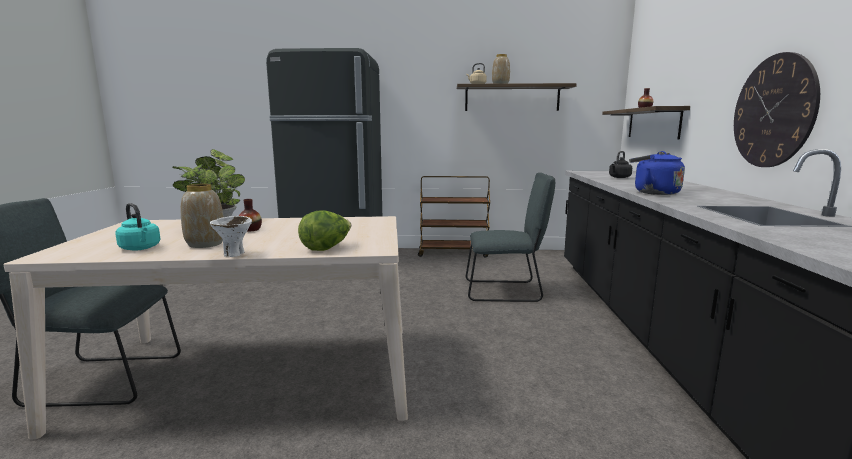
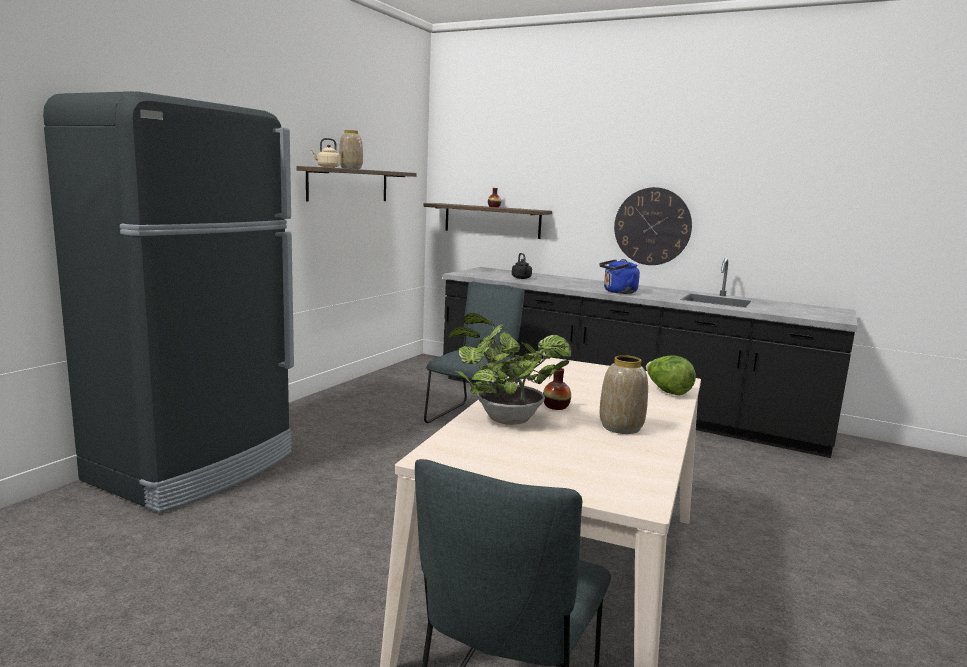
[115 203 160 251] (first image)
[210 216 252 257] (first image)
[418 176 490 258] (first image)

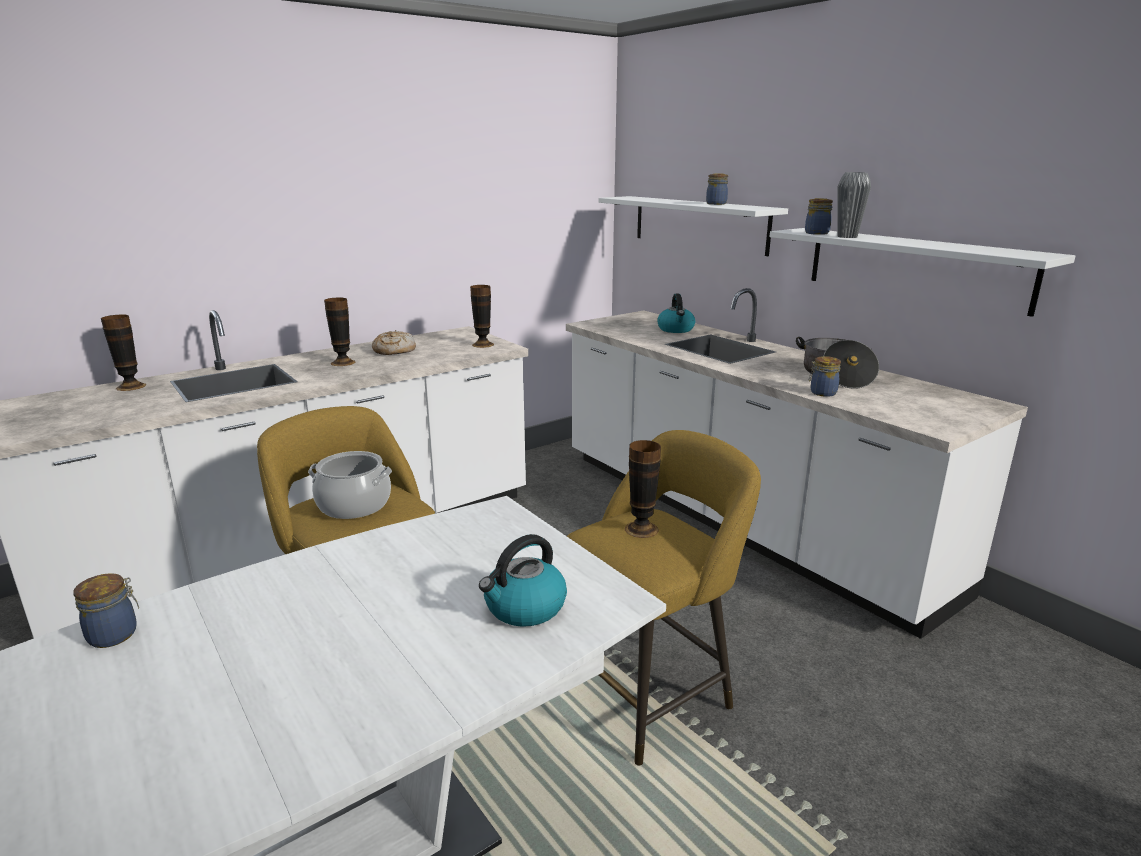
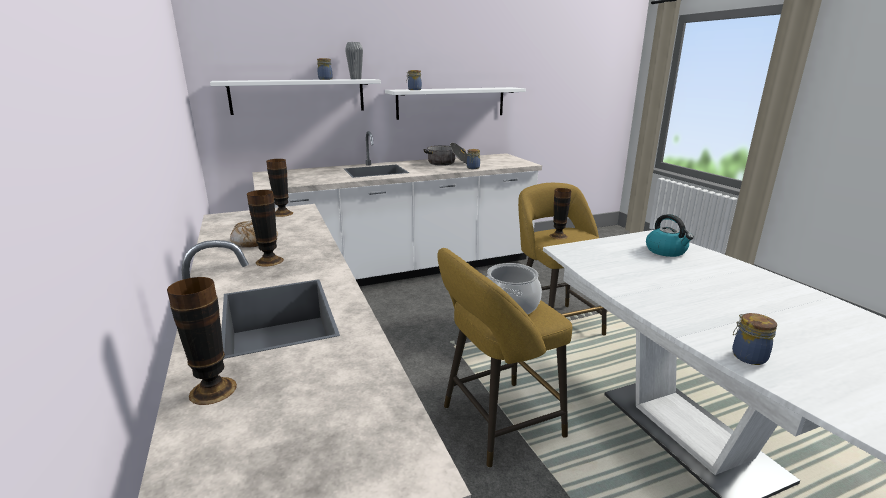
[657 294 695 333] (first image)
[345 42 363 79]

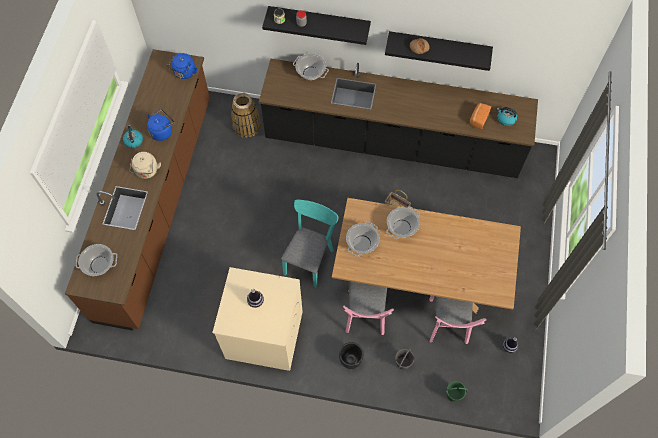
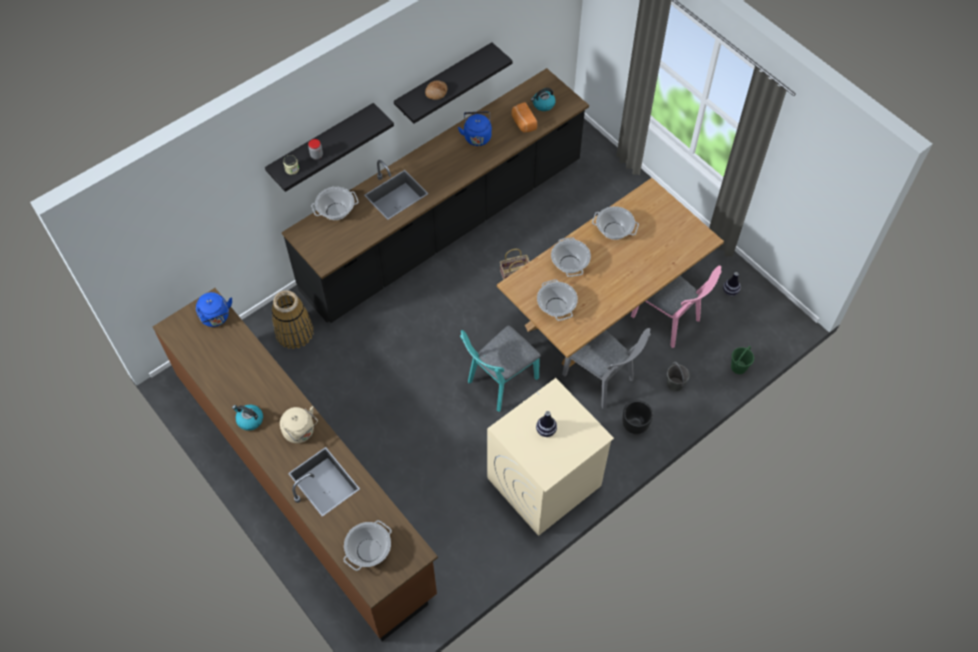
[592 206 639 240]
[458 111 492 146]
[562 328 651 409]
[460 326 541 412]

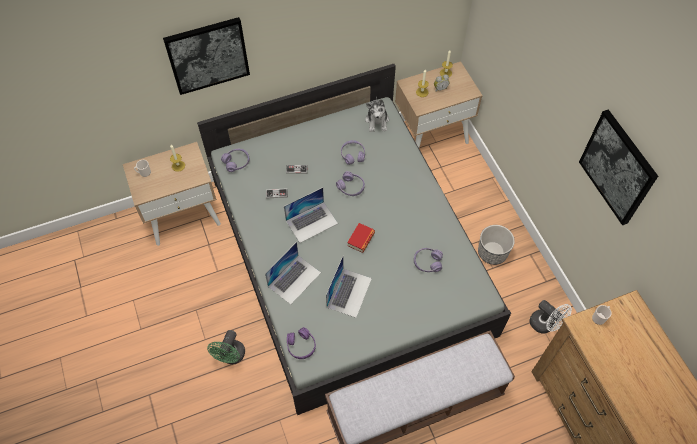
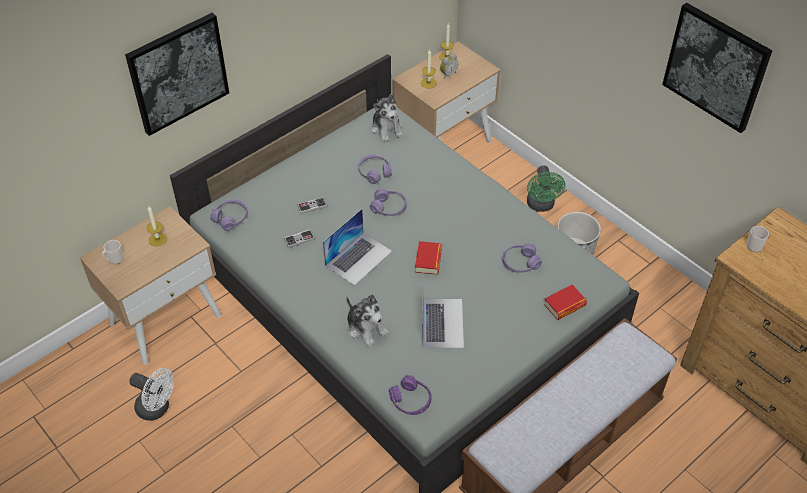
[544 285 587 320]
[527 165 565 212]
[130 368 174 421]
[346 294 389 347]

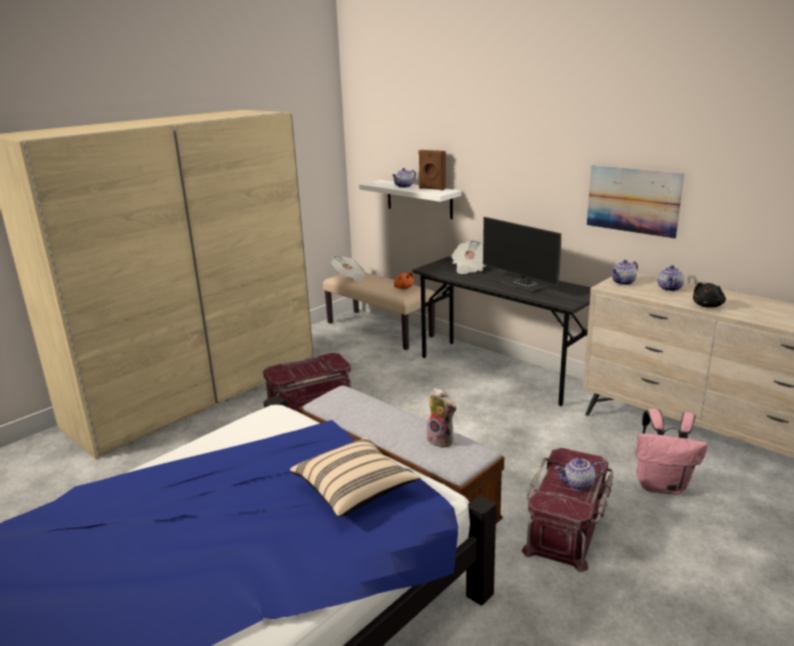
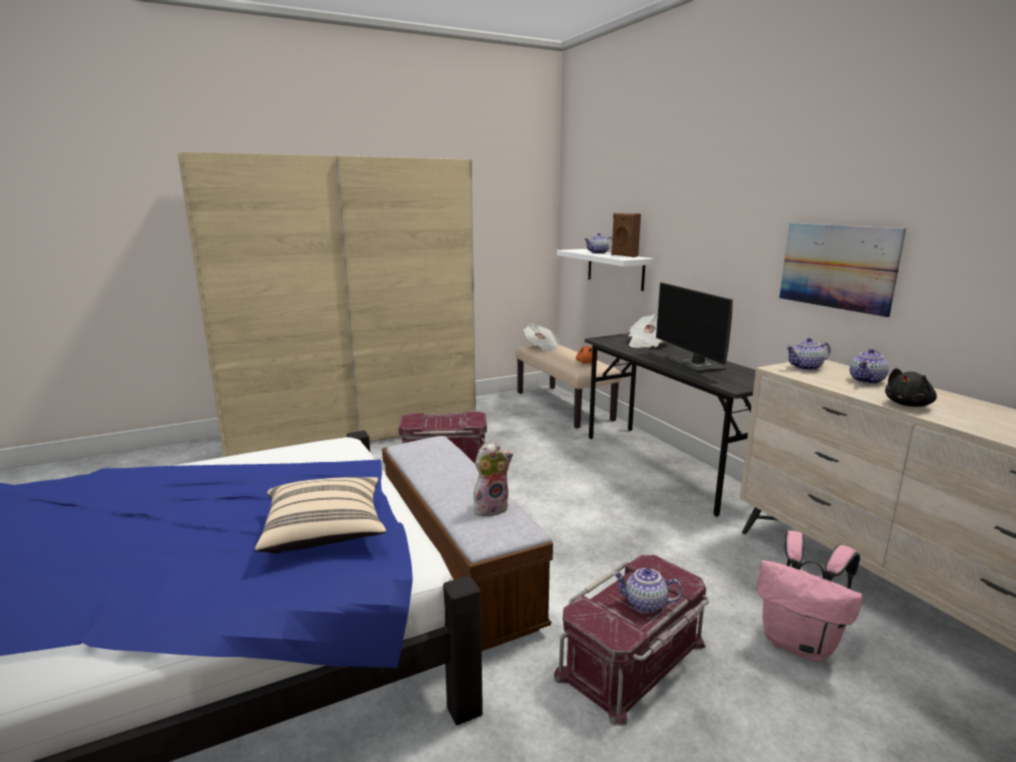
[474 442 513 516]

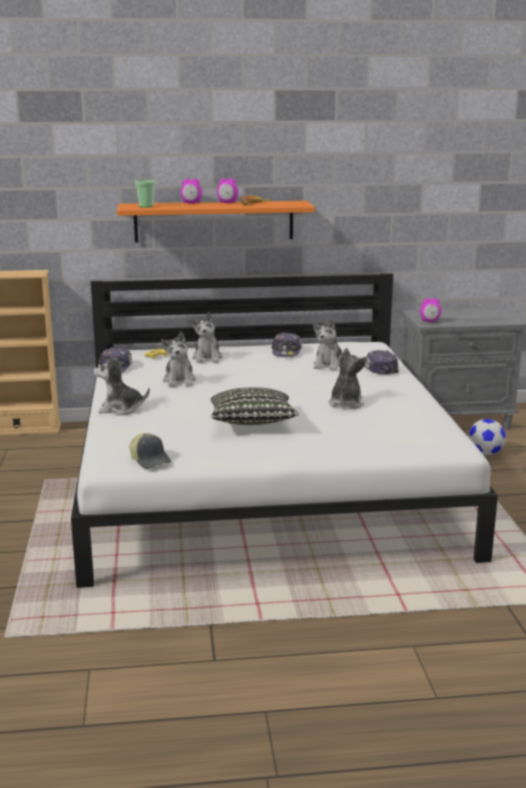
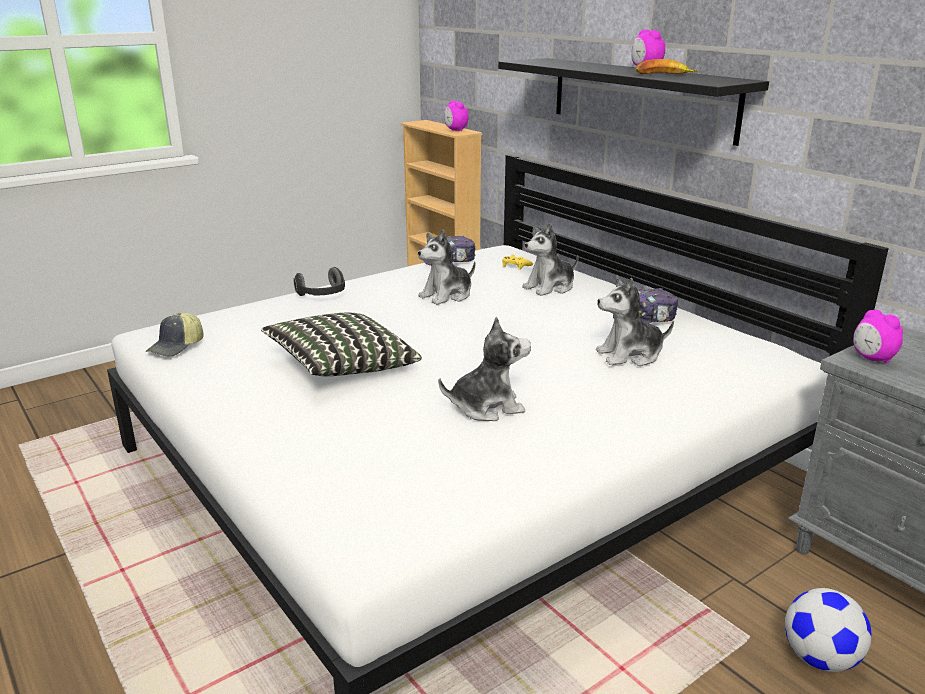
[135 180 155 208] (first image)
[364 350 399 375] (first image)
[444 101 468 131]
[293 267 345 296]
[498 58 769 146]

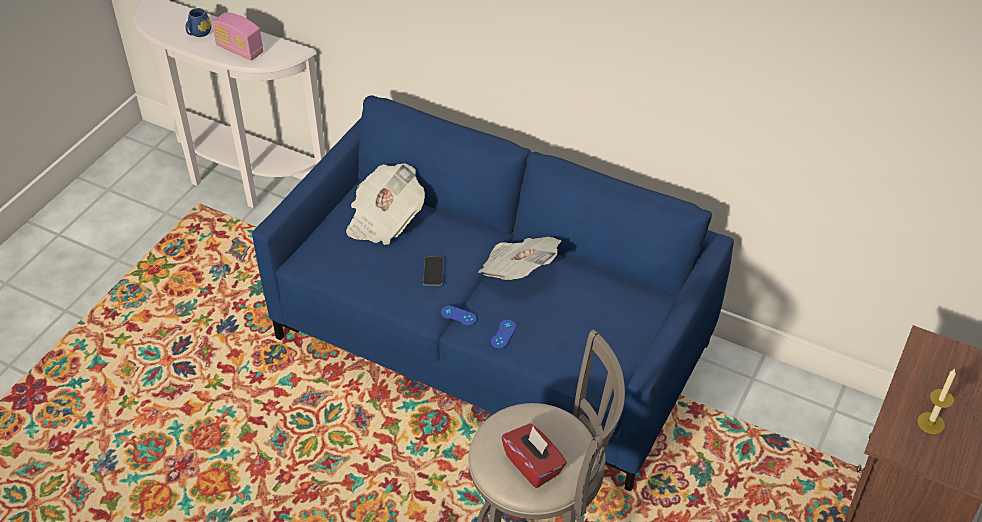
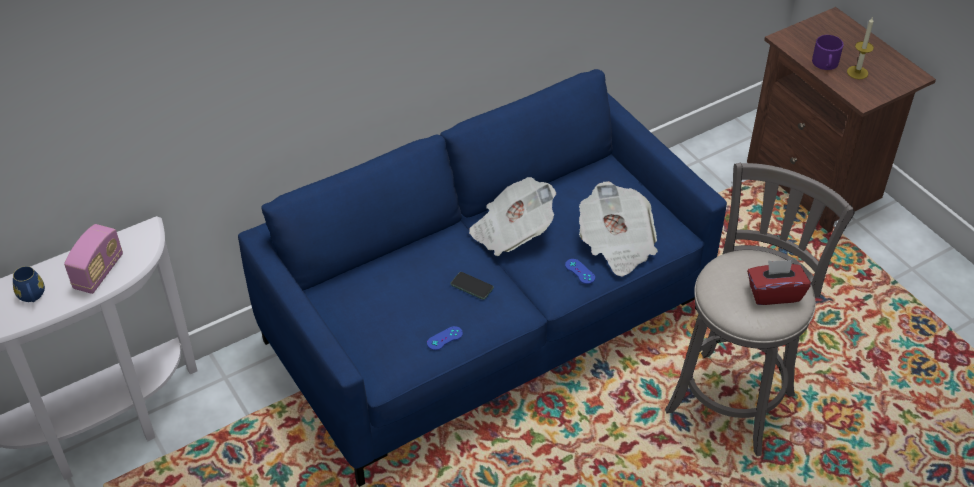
[812 35 844 70]
[579 181 658 277]
[427 326 463 350]
[64 224 123 294]

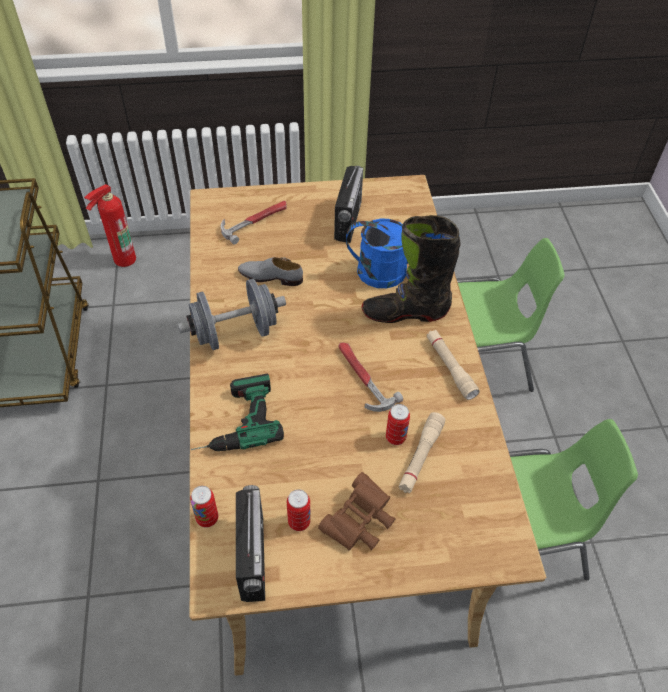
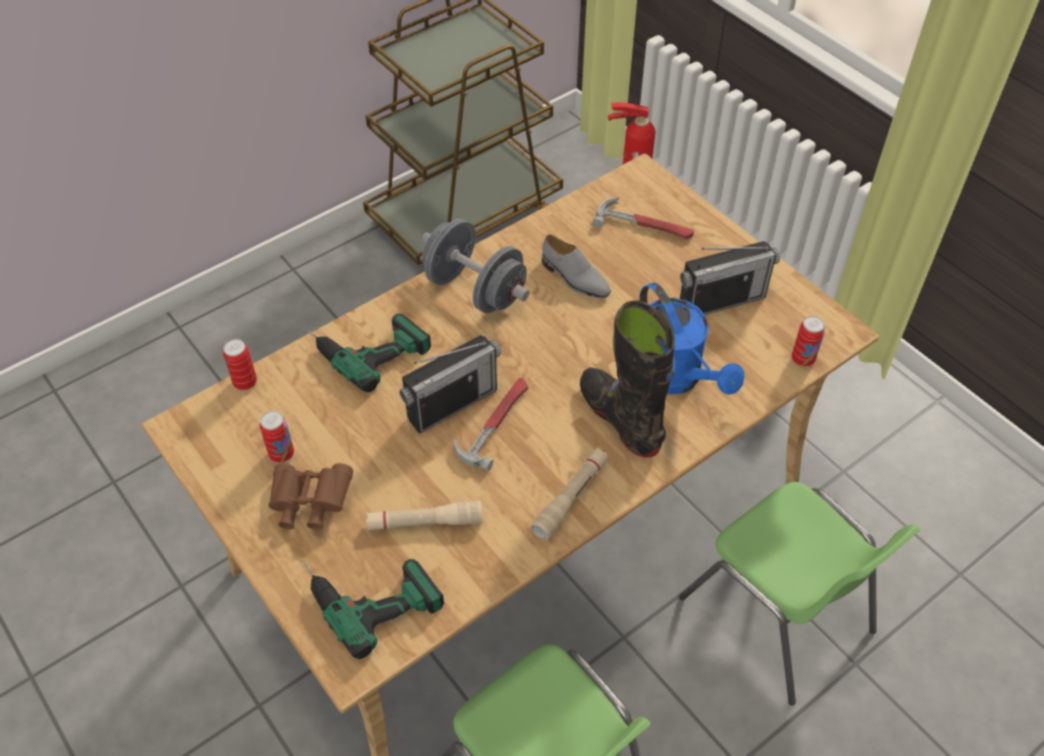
[302 559 444 659]
[399 335 501 434]
[792 316 825 367]
[542 234 611 298]

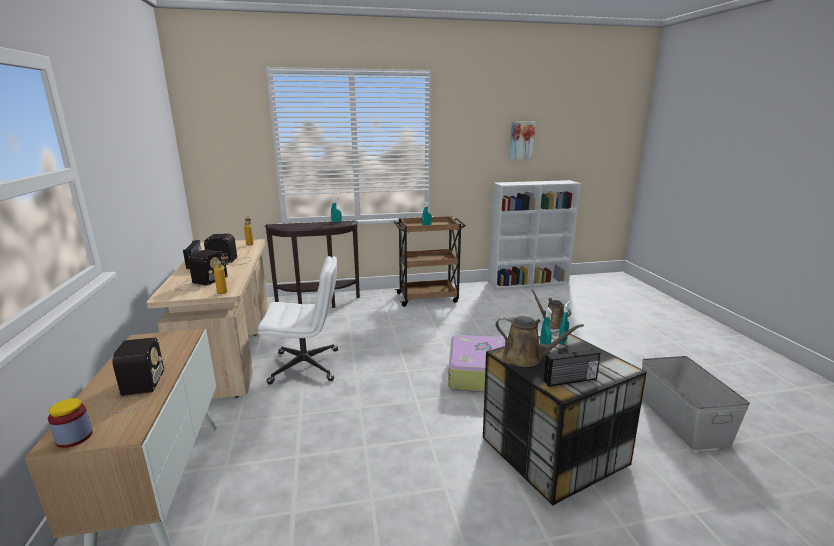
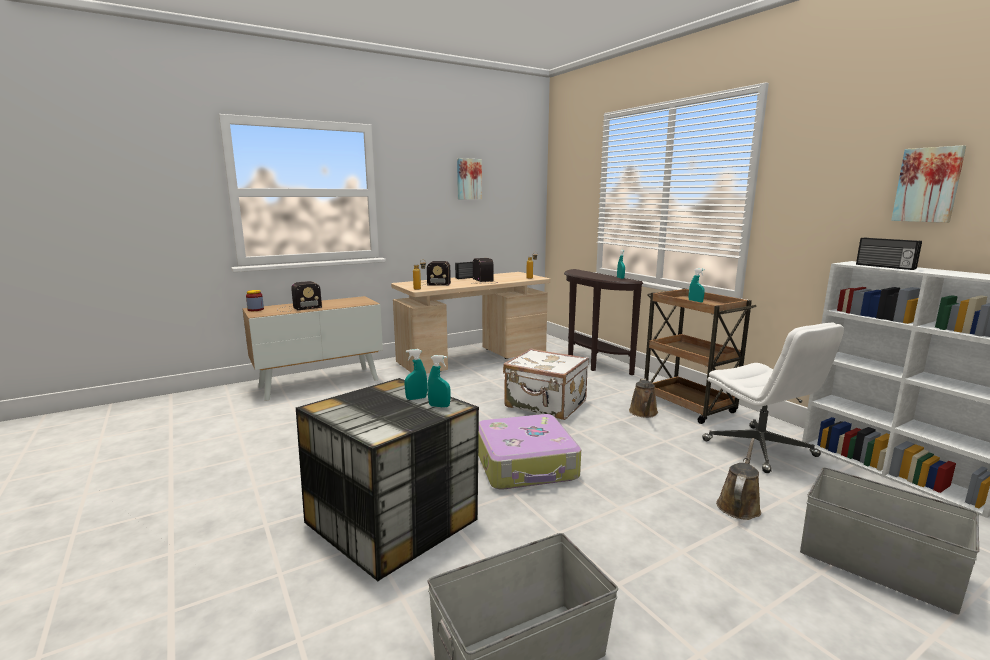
[457 158 482 199]
[503 348 589 420]
[800 467 979 615]
[702 323 844 473]
[629 378 658 418]
[856 238 922 270]

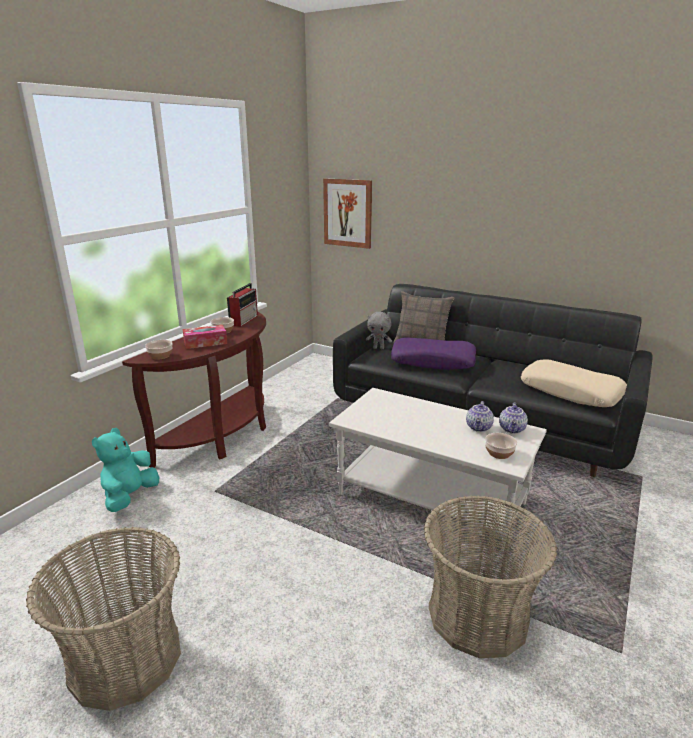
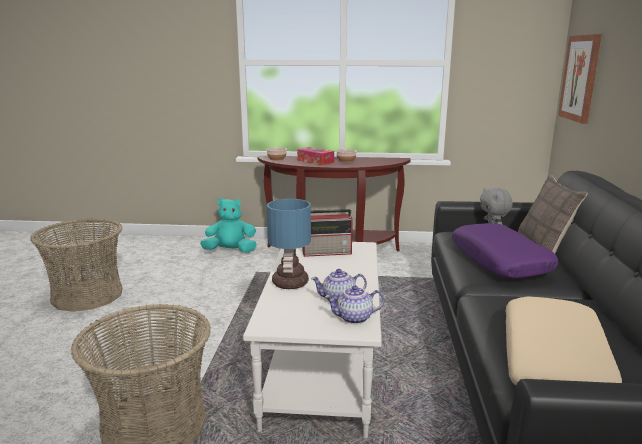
[485 433 517 459] (first image)
[267 199 311 289]
[303 209 354 257]

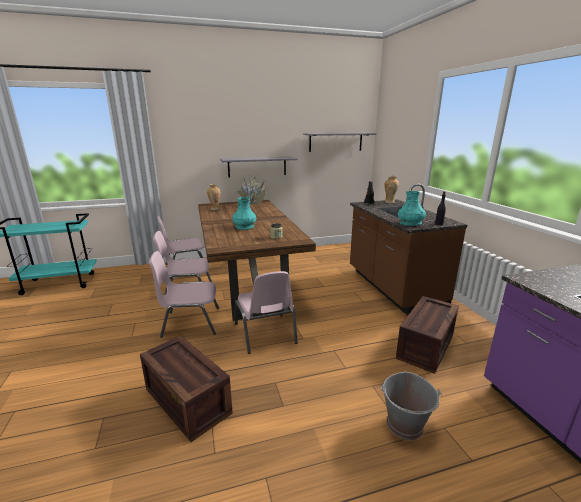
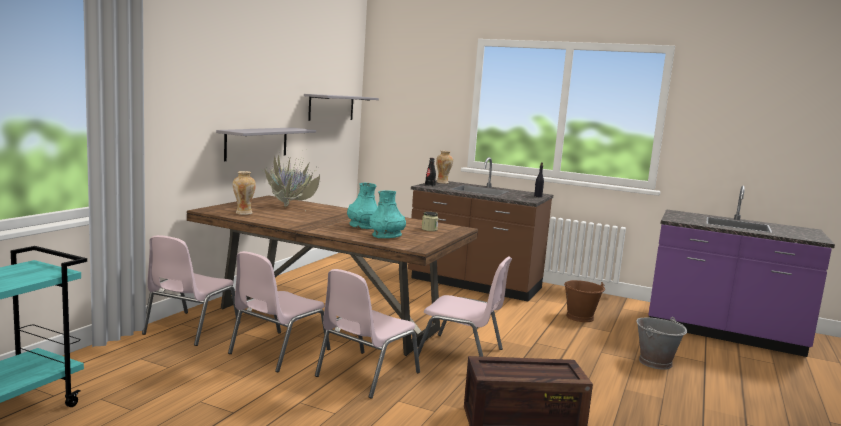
[369 191 406 238]
[564 280 605 322]

